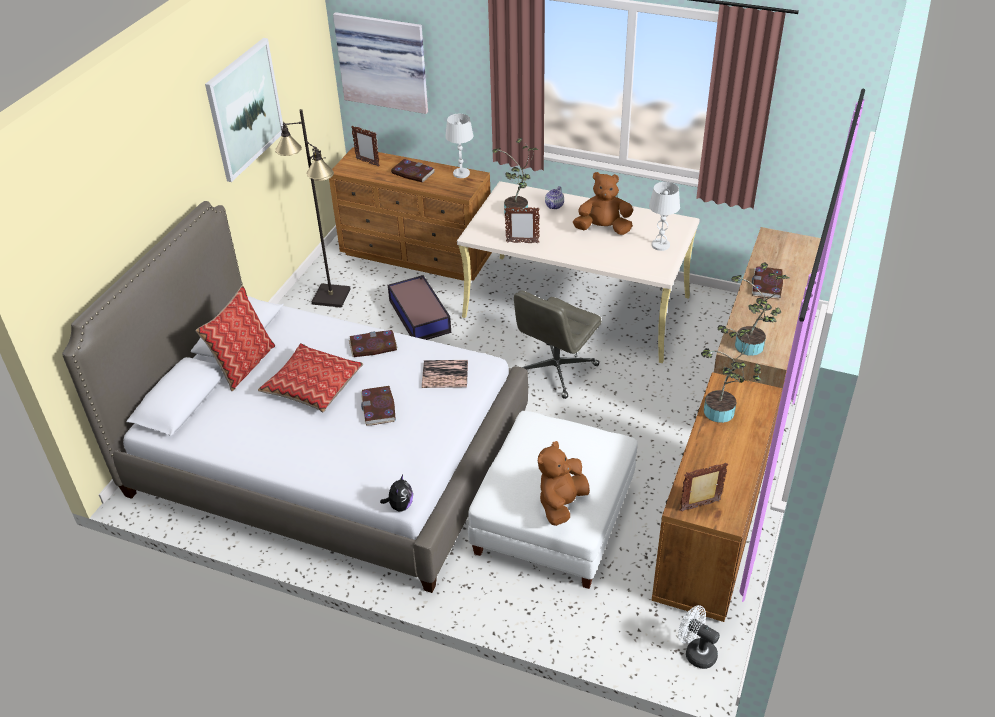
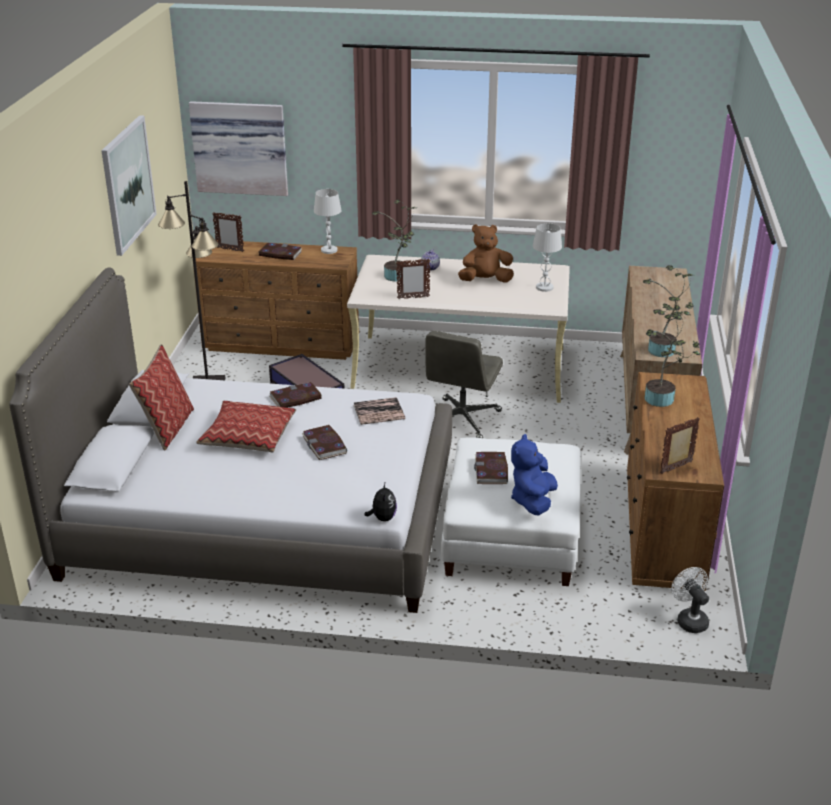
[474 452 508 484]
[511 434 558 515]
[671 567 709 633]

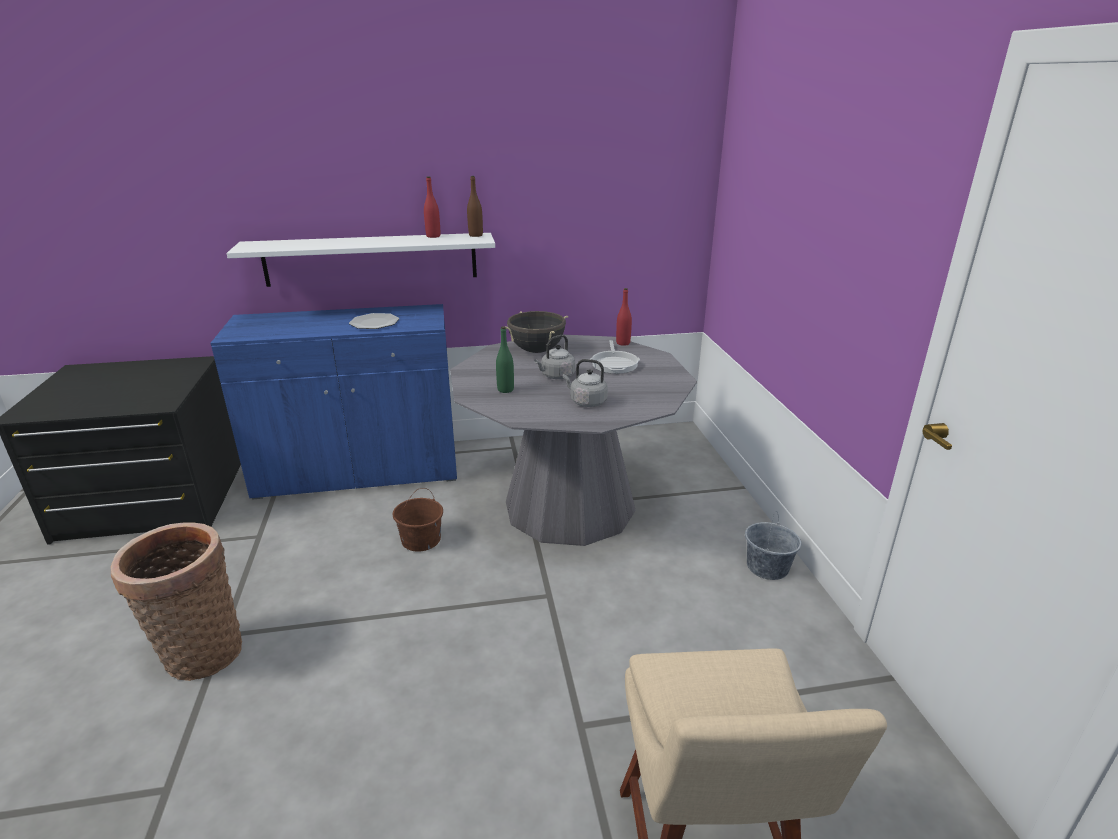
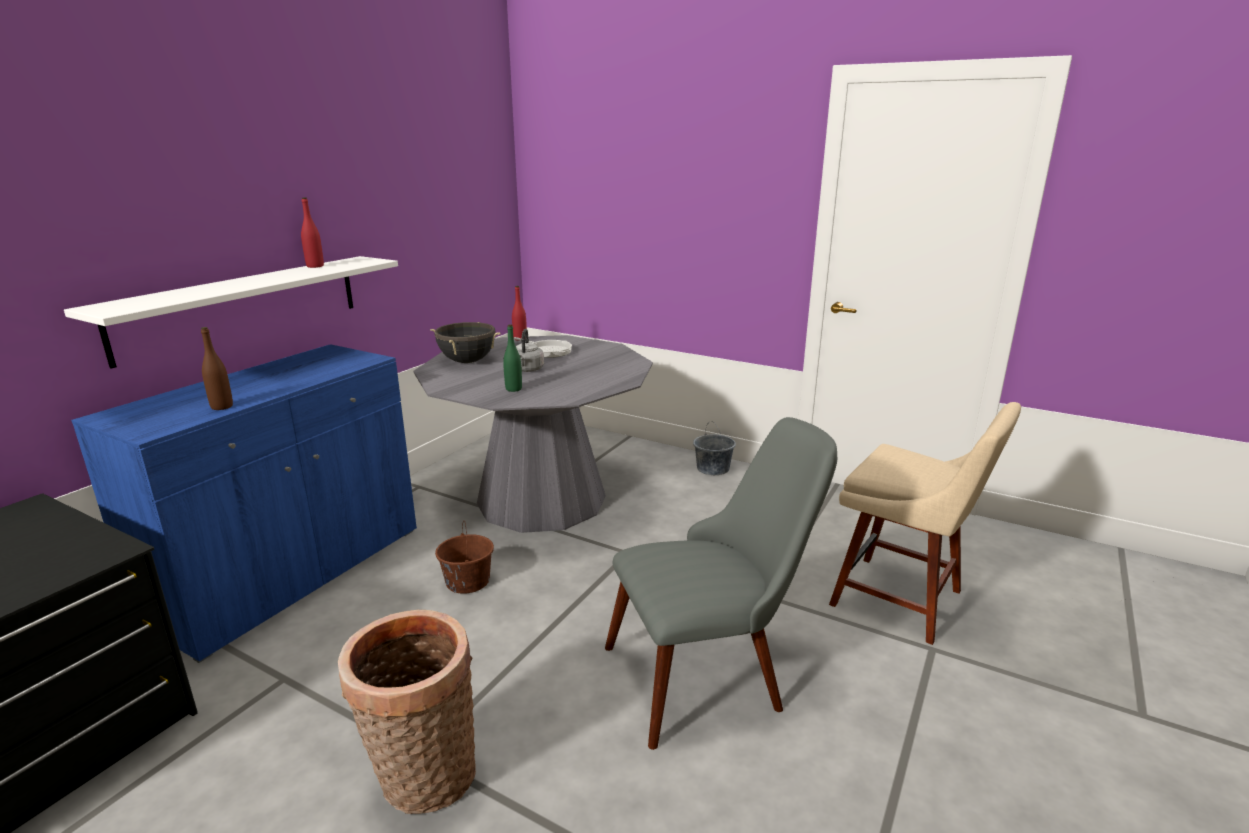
[349 313 399 329] (first image)
[563 359 608 407] (first image)
[605 417 837 750]
[201 327 233 410]

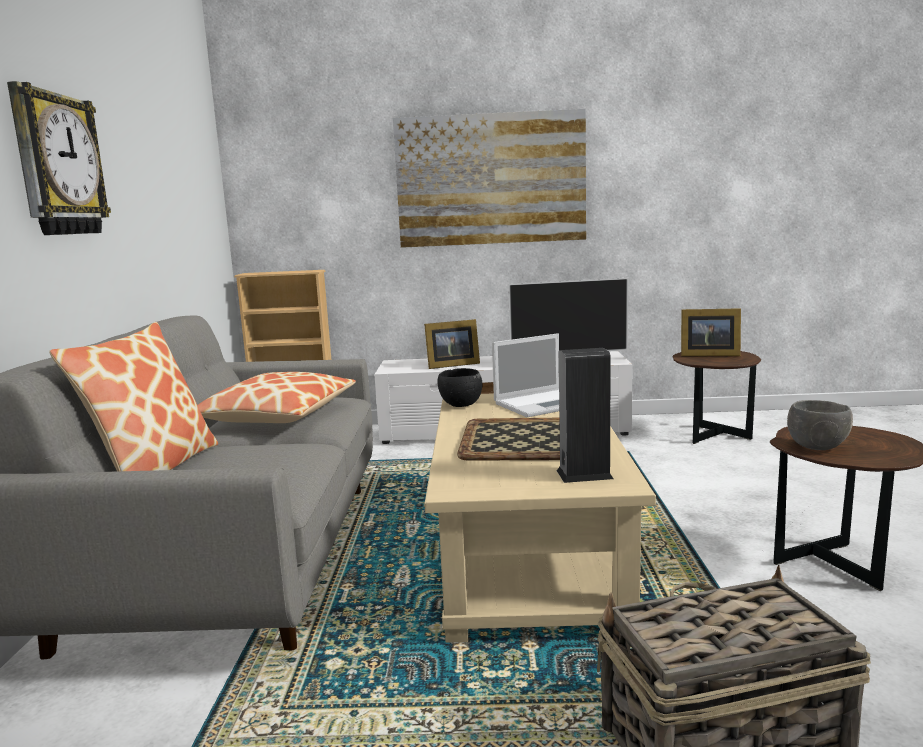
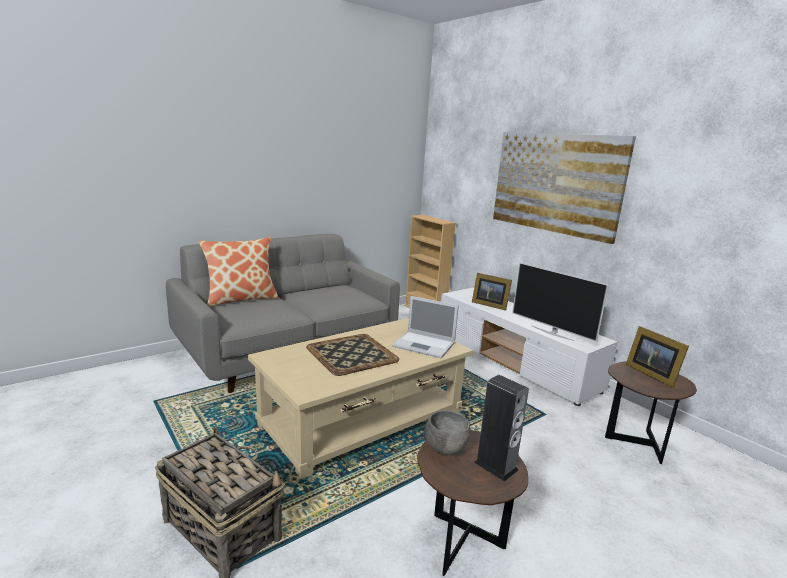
[7 81 111 235] (first image)
[198 372 356 423] (first image)
[438 368 482 407] (first image)
[474 375 529 482]

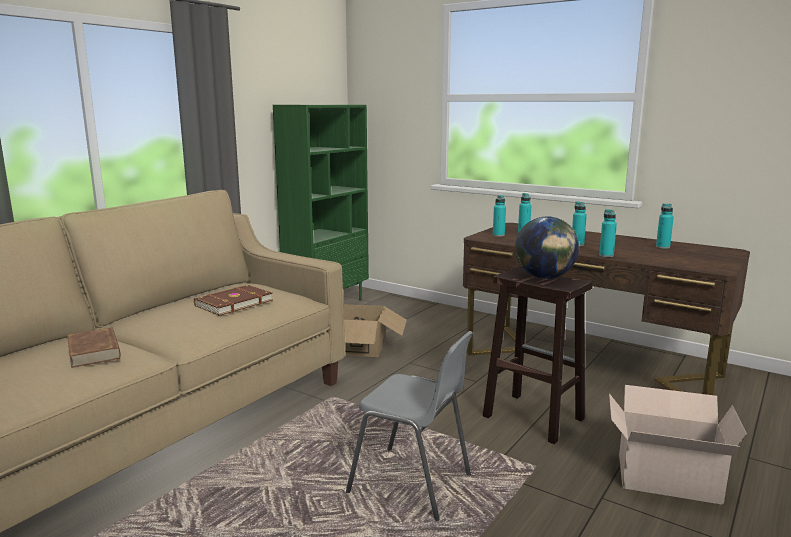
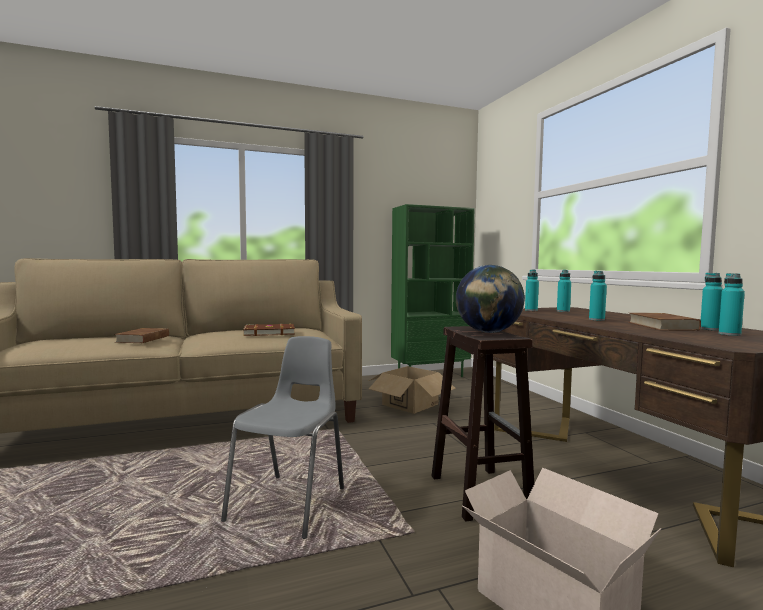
[628 313 701 331]
[719 273 745 336]
[221 336 344 539]

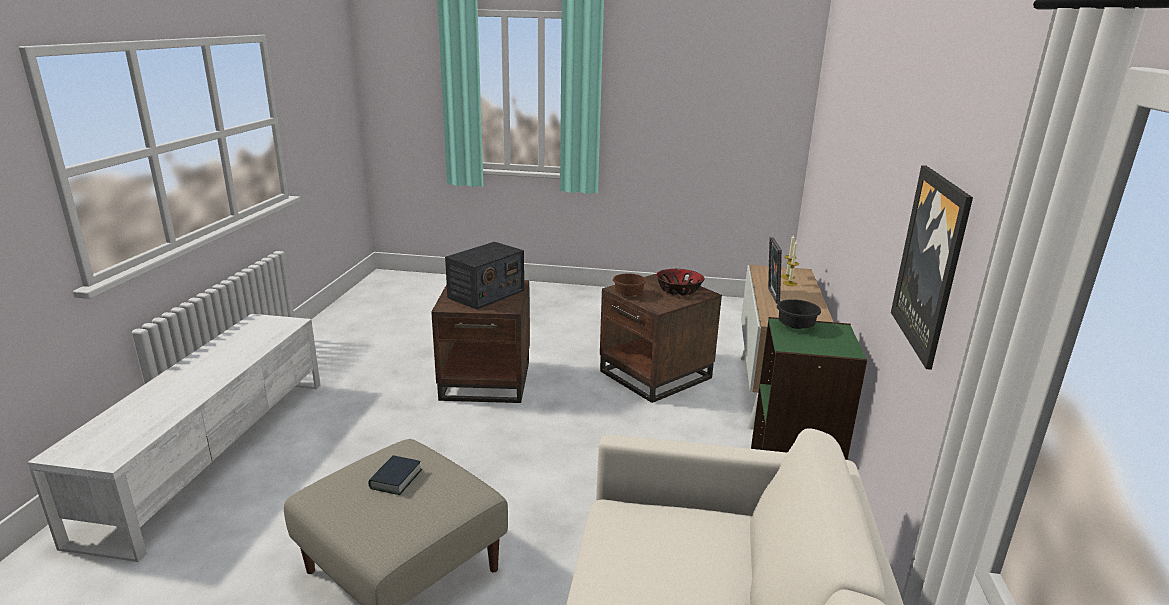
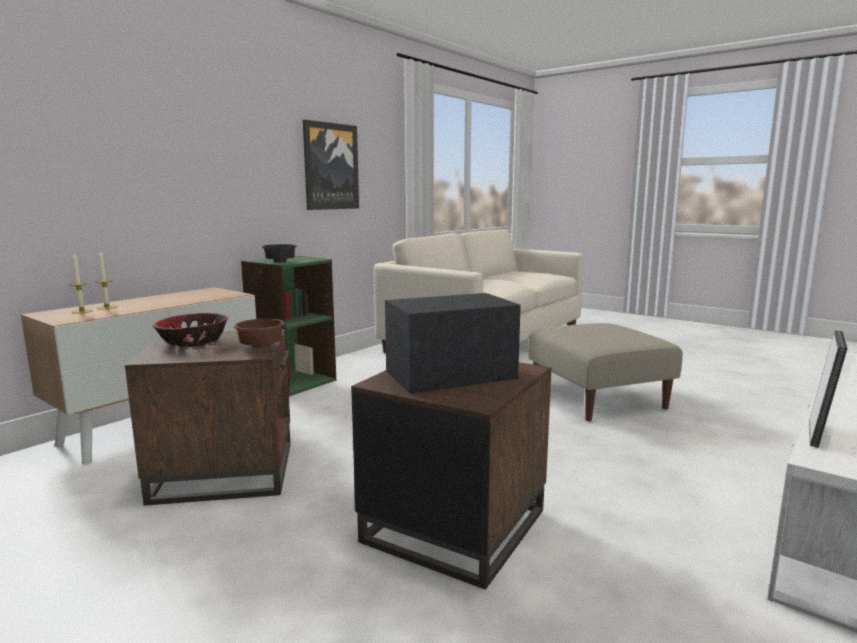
[368 455 422 495] (first image)
[809 330 848 448]

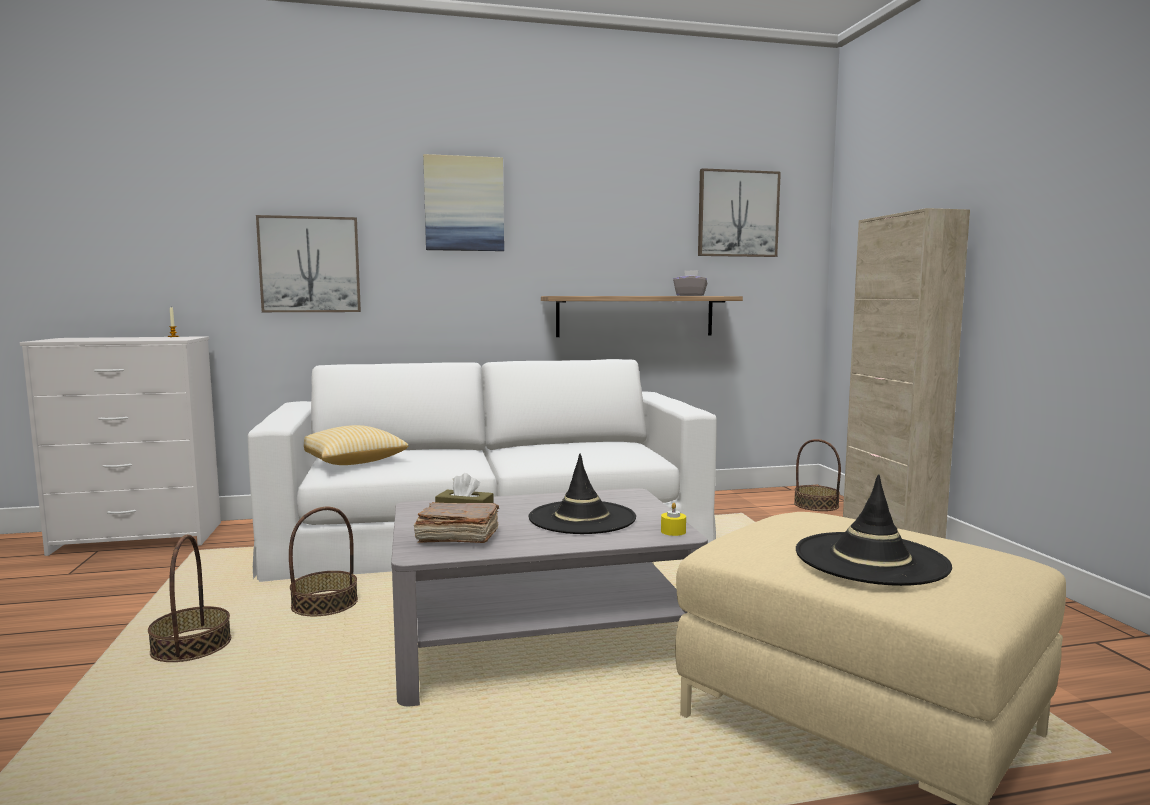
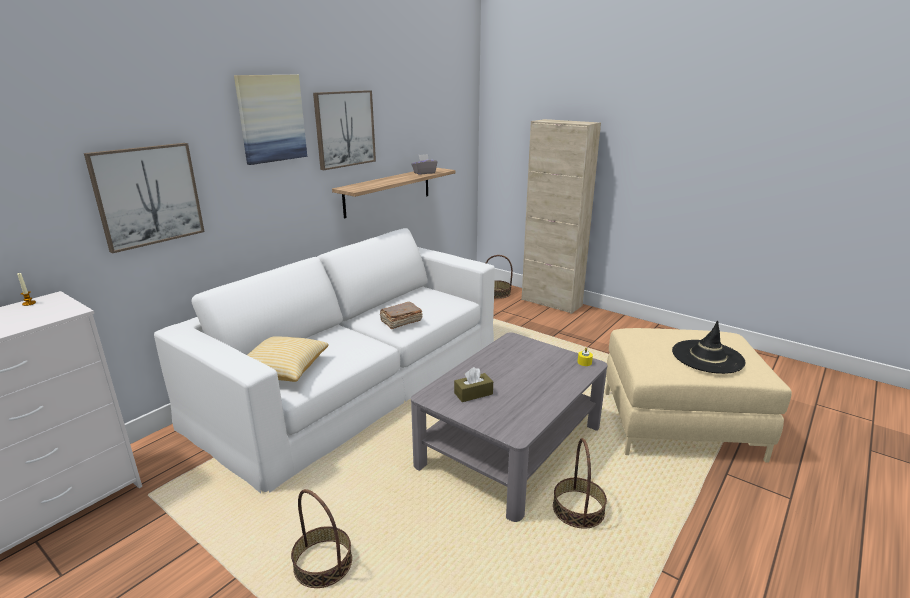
[528 454 636 534] (first image)
[553 438 607 529]
[380 302 422 329]
[313 90 376 170]

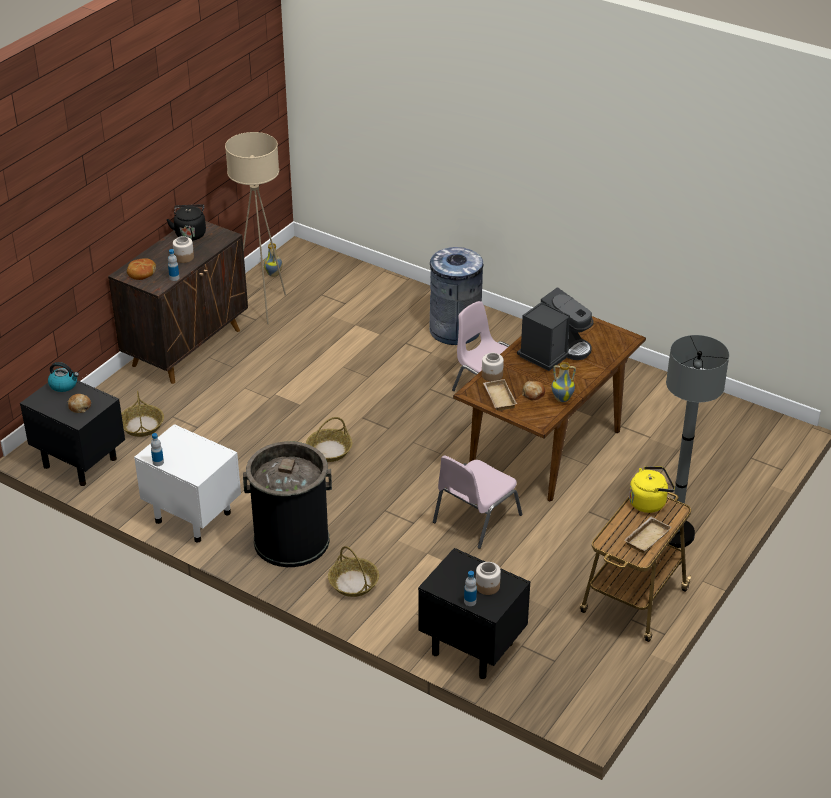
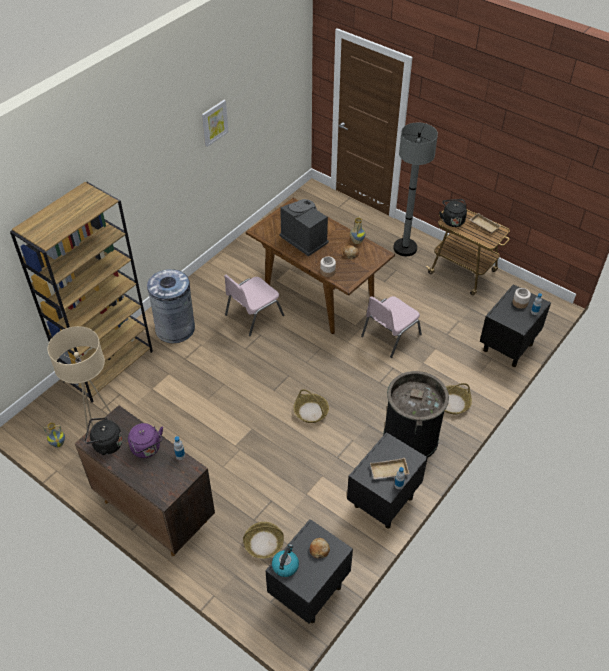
[127 258 156 280] (first image)
[10 182 153 403]
[202 100 228 147]
[370 458 410 479]
[128 423 163 458]
[347 432 428 529]
[439 199 467 227]
[361 296 422 358]

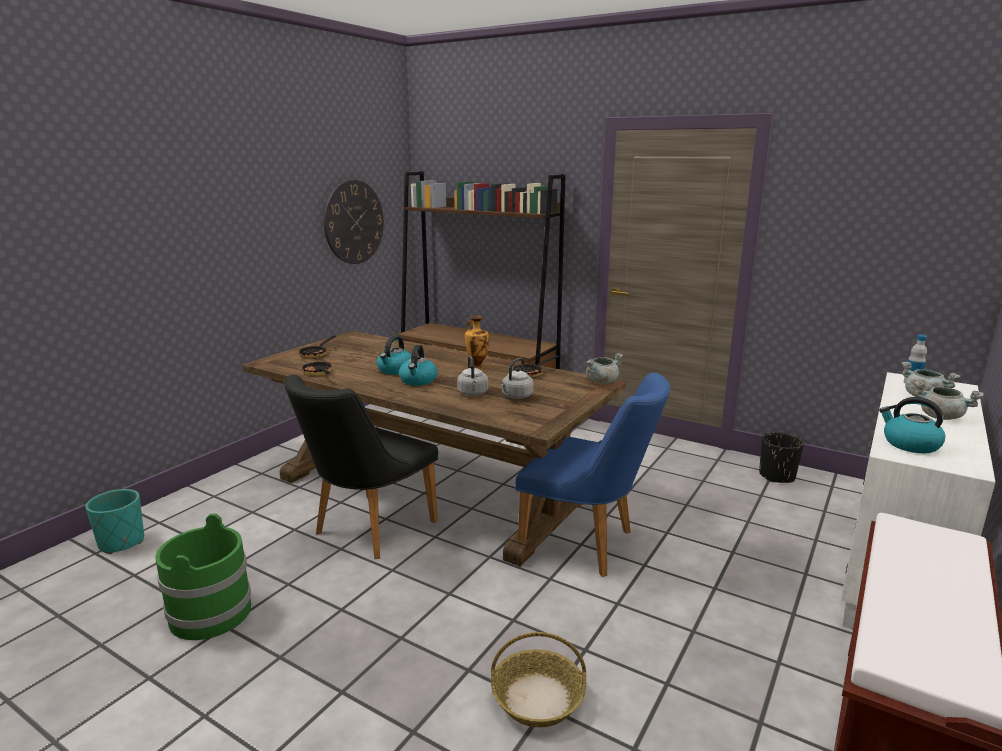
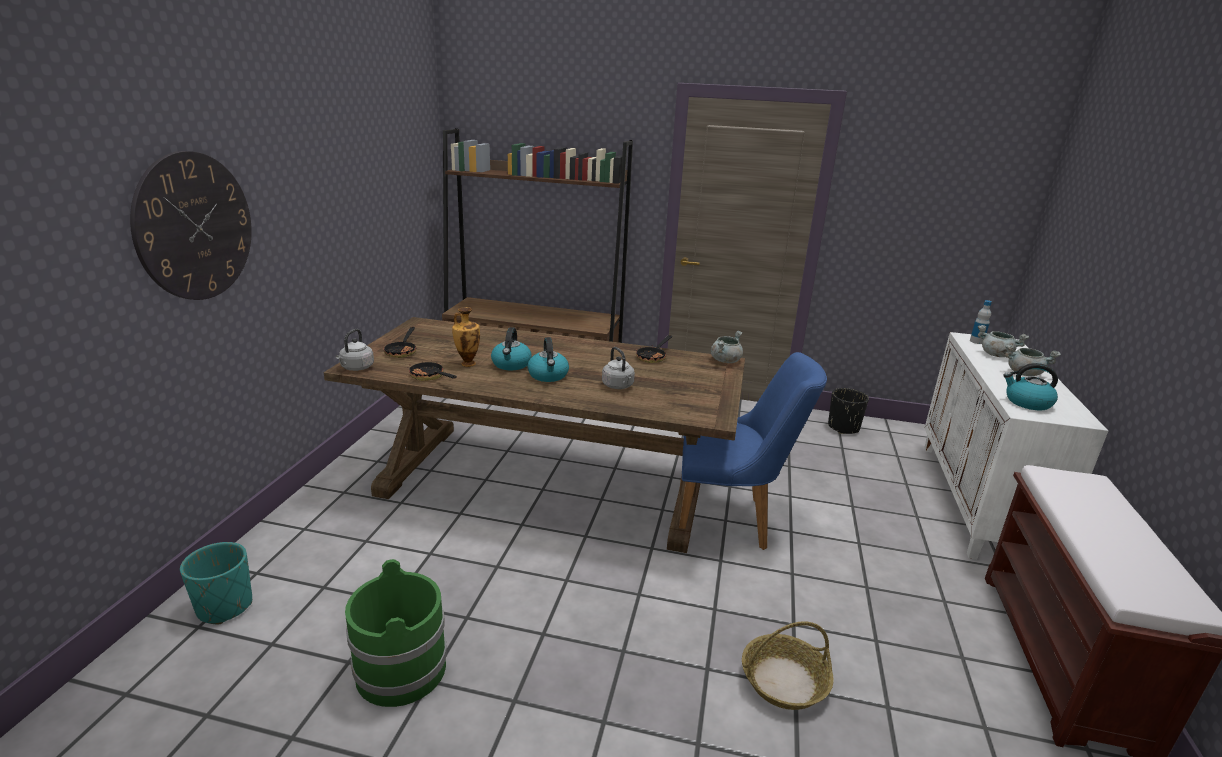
[284 375 438 559] (first image)
[130 151 252 300]
[452 307 480 367]
[336 329 374 371]

